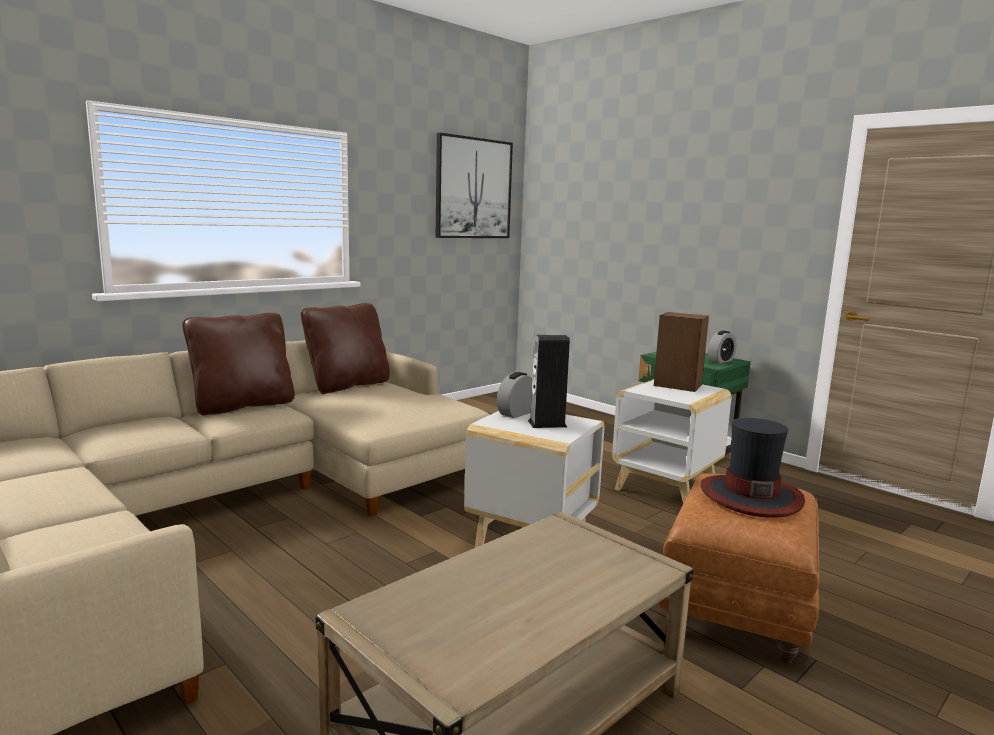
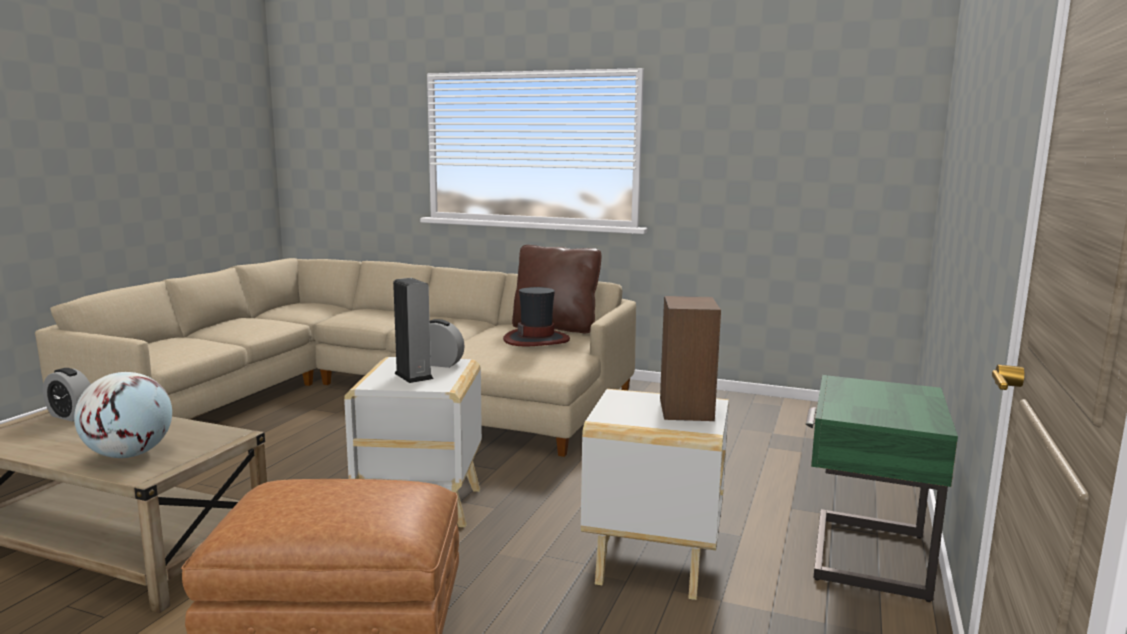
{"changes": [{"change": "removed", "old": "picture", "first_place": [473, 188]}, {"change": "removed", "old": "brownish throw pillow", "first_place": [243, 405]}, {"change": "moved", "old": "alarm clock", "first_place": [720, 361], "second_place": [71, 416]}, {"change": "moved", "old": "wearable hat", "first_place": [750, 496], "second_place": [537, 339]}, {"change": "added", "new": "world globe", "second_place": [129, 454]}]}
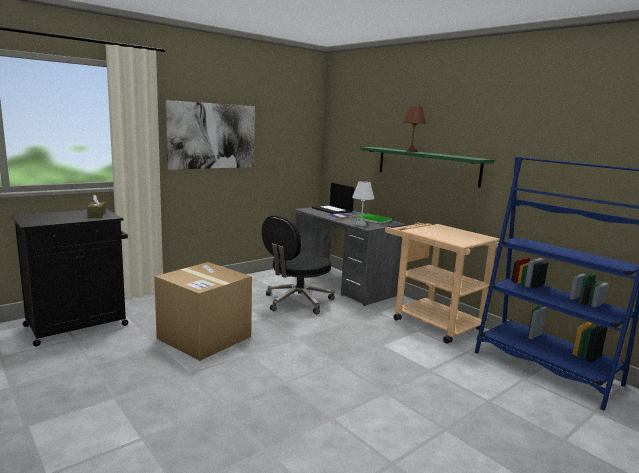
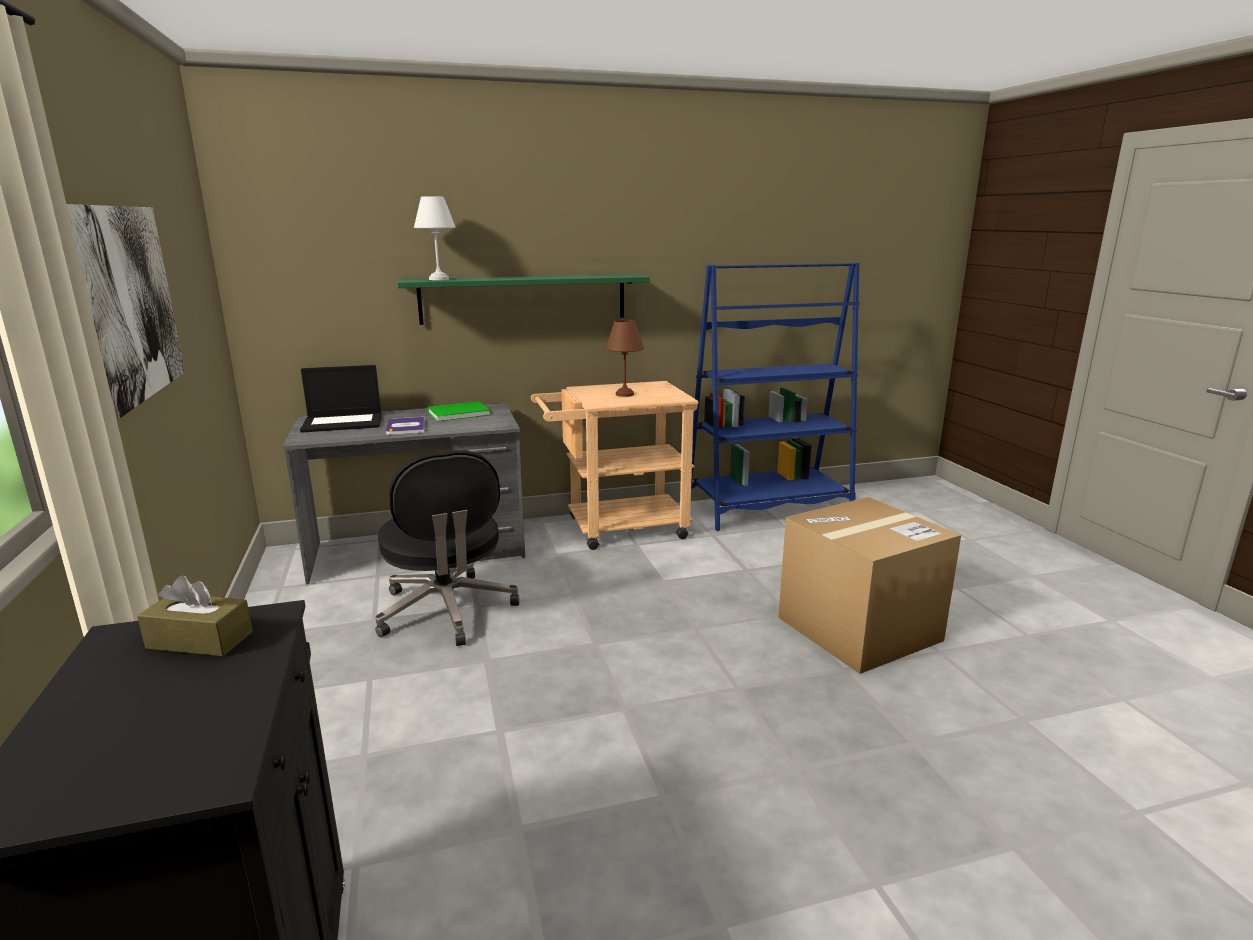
{"changes": [{"change": "moved", "old": "brownish table lamp", "first_place": [411, 151], "second_place": [624, 394]}, {"change": "moved", "old": "whitish table lamp", "first_place": [360, 224], "second_place": [439, 279]}, {"change": "moved", "old": "carton", "first_place": [204, 337], "second_place": [858, 629]}]}
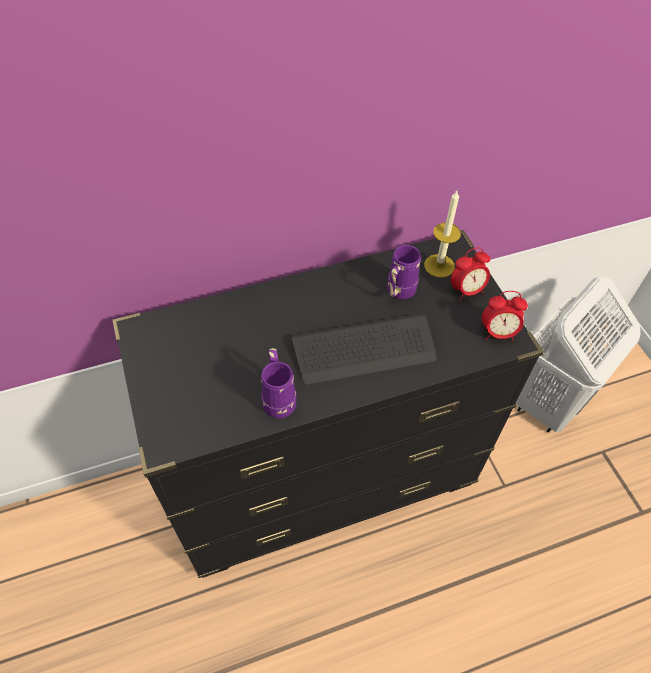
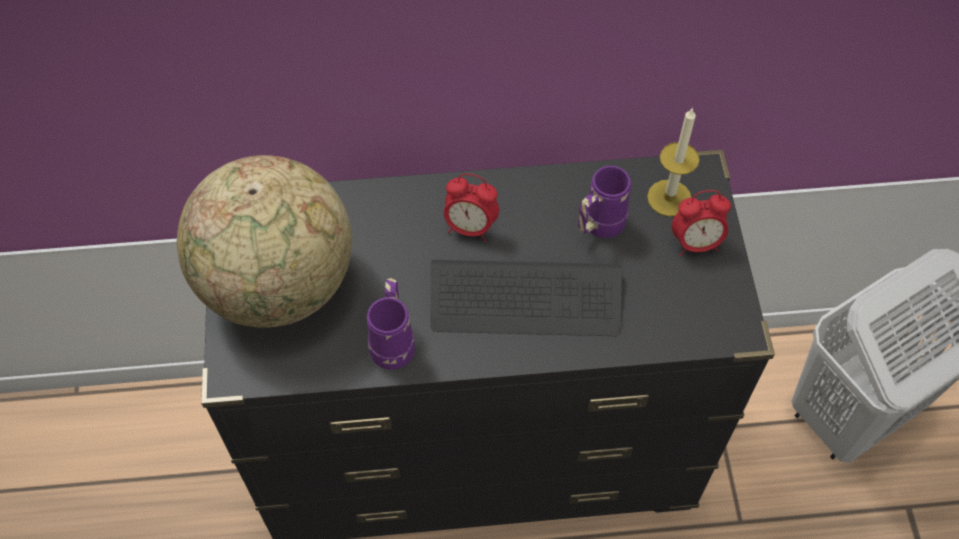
{"changes": [{"change": "moved", "old": "alarm clock", "first_place": [498, 333], "second_place": [470, 227]}, {"change": "added", "new": "world globe", "second_place": [279, 285]}]}
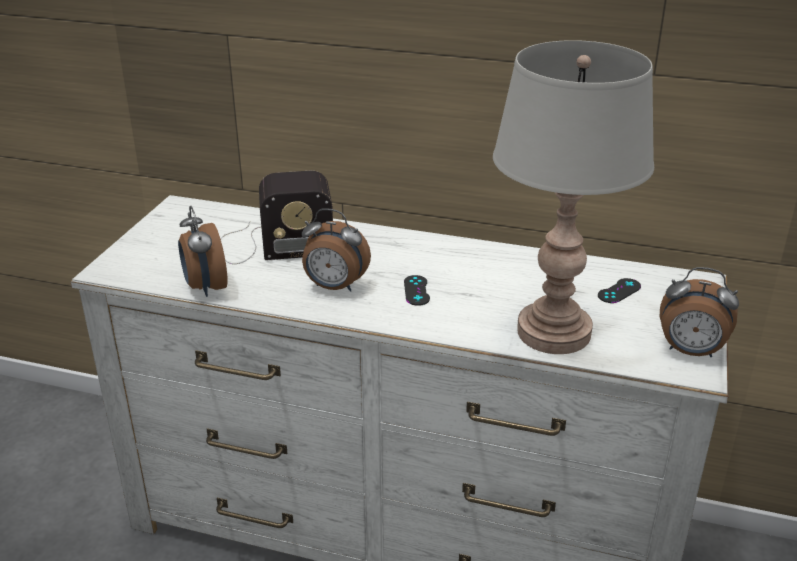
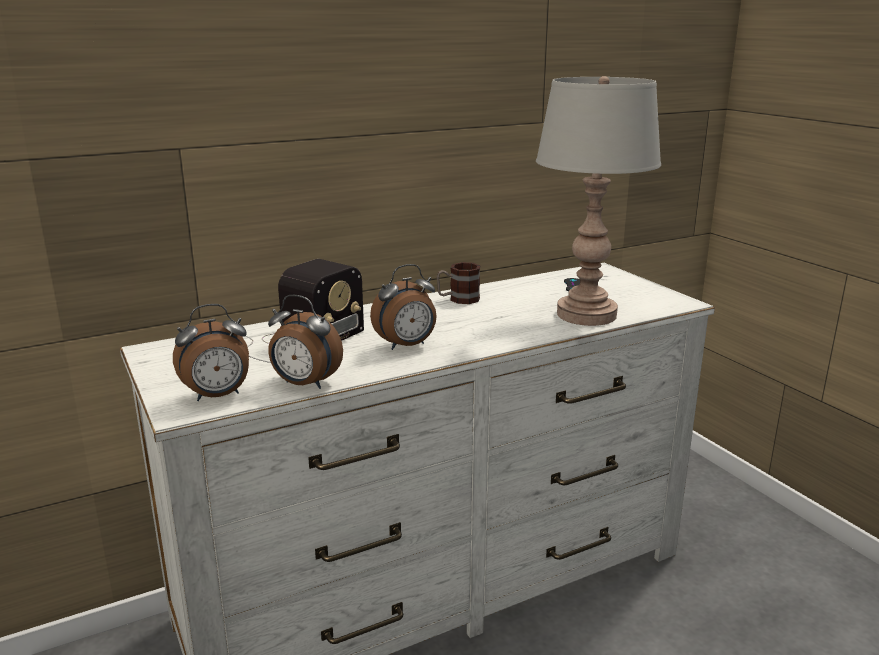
{"changes": [{"change": "moved", "old": "alarm clock", "first_place": [690, 351], "second_place": [217, 396]}, {"change": "removed", "old": "blackish gamepad", "first_place": [416, 290]}, {"change": "added", "new": "mug", "second_place": [458, 299]}]}
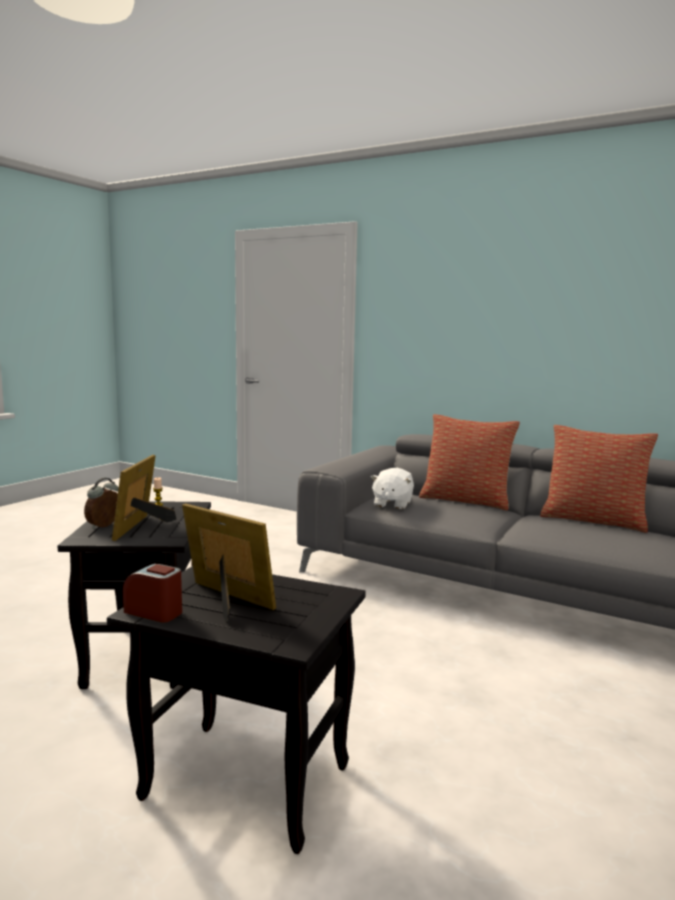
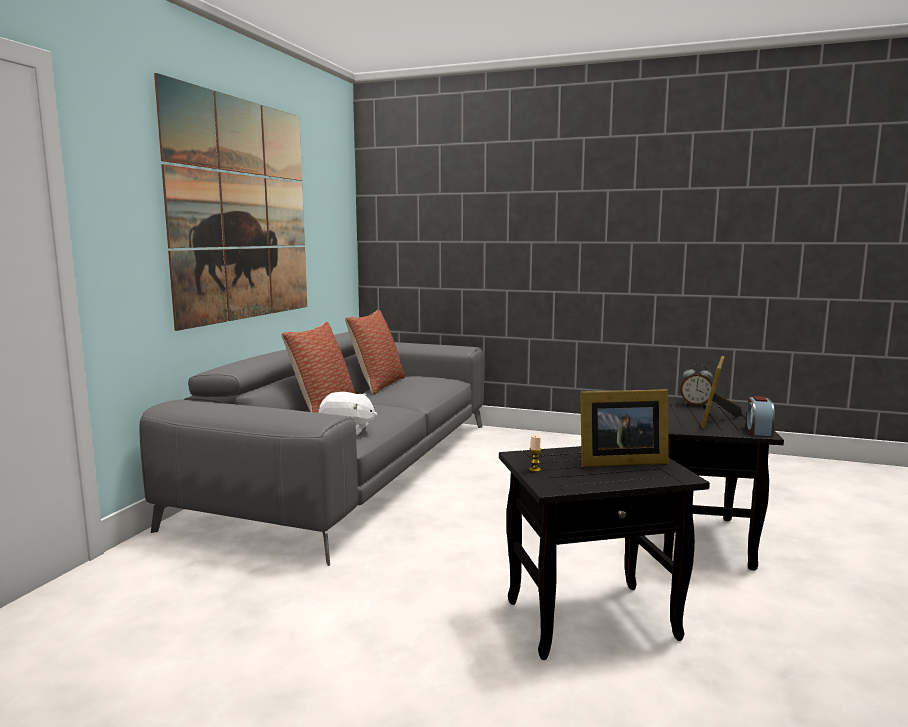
{"changes": [{"change": "moved", "old": "alarm clock", "first_place": [105, 526], "second_place": [695, 404]}, {"change": "added", "new": "picture", "second_place": [242, 210]}]}
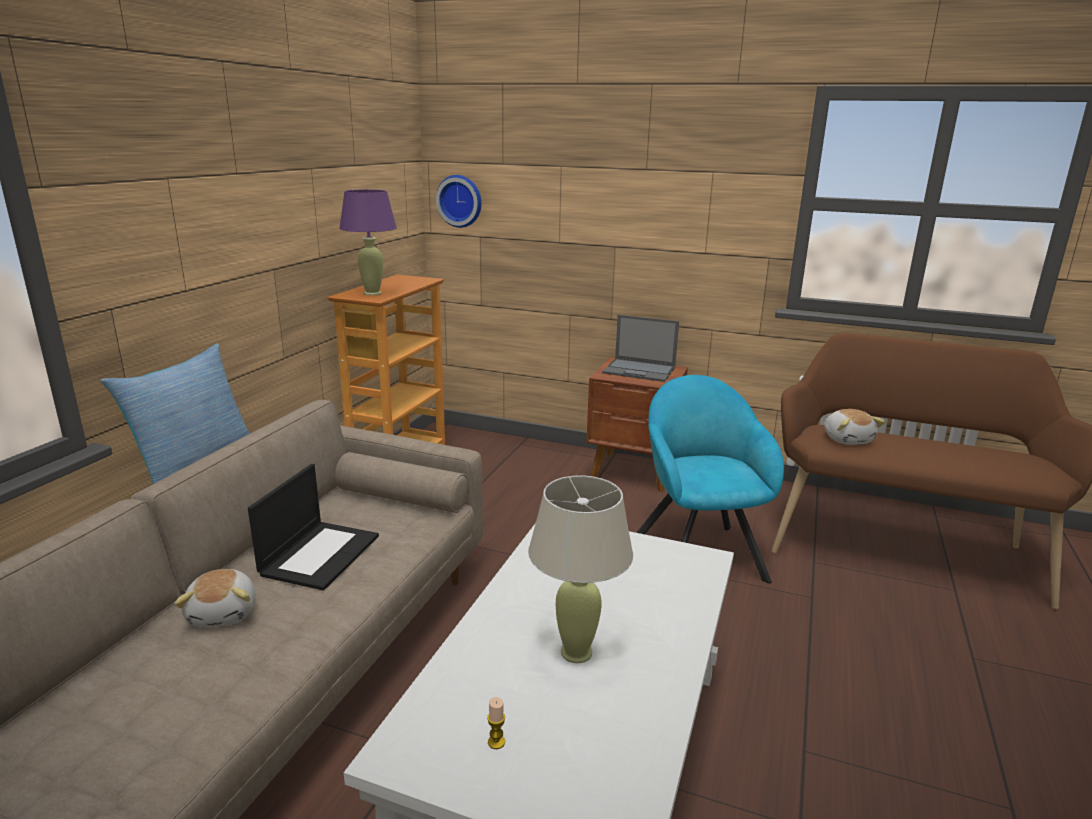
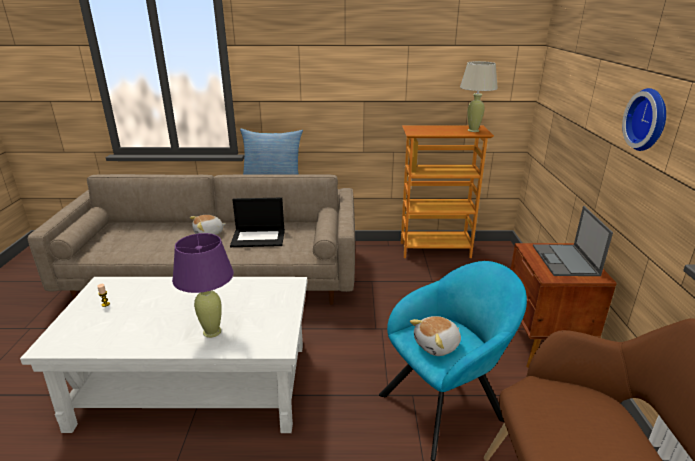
{"changes": [{"change": "moved", "old": "hanging clock", "first_place": [460, 201], "second_place": [649, 120]}, {"change": "moved", "old": "purplish table lamp", "first_place": [373, 293], "second_place": [212, 332]}, {"change": "moved", "old": "plush toy", "first_place": [848, 439], "second_place": [437, 345]}, {"change": "moved", "old": "beige-coloured table lamp", "first_place": [576, 652], "second_place": [473, 130]}]}
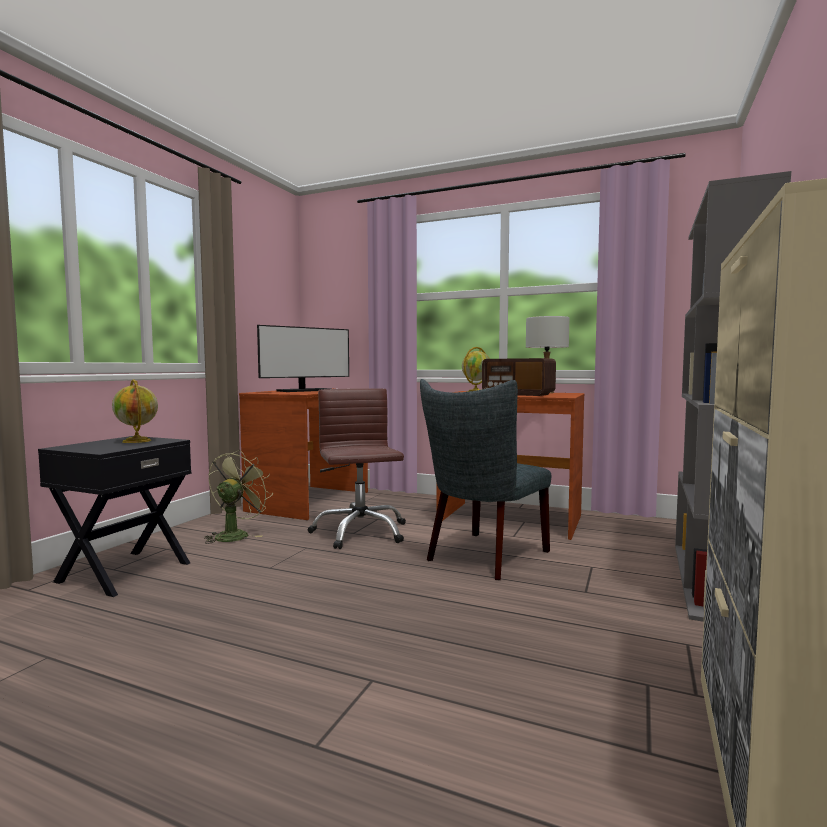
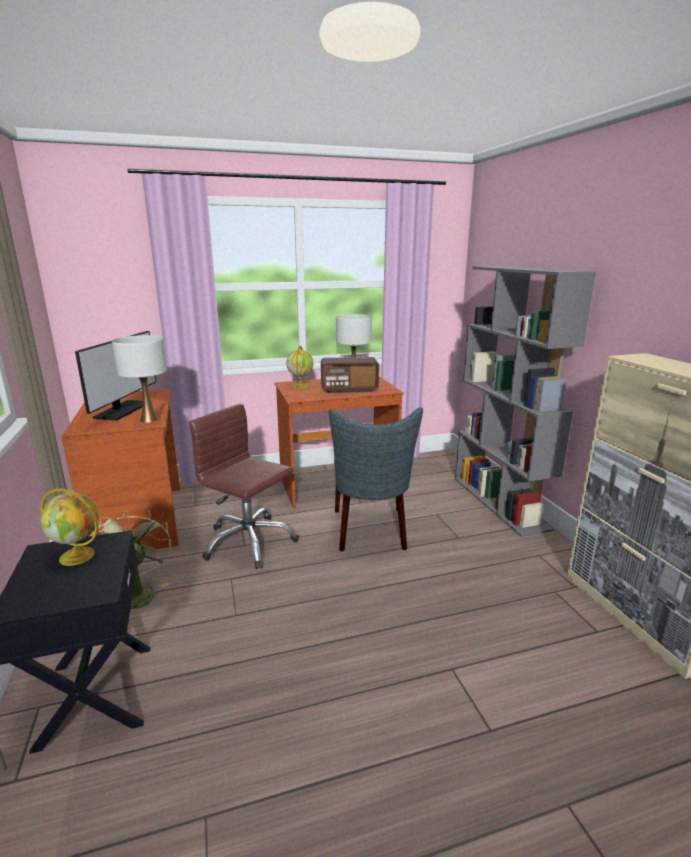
{"changes": [{"change": "added", "new": "whitish table lamp", "second_place": [149, 419]}]}
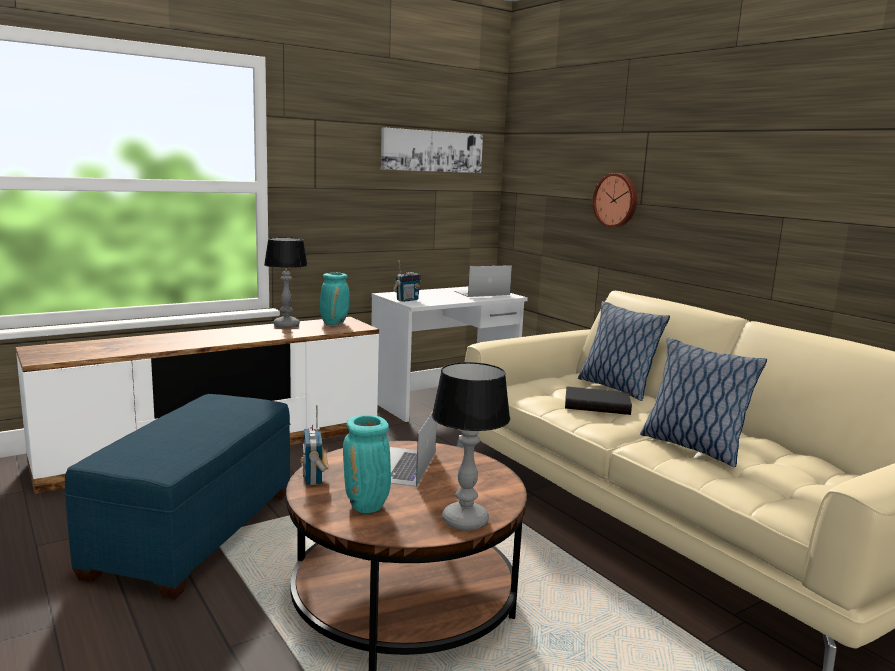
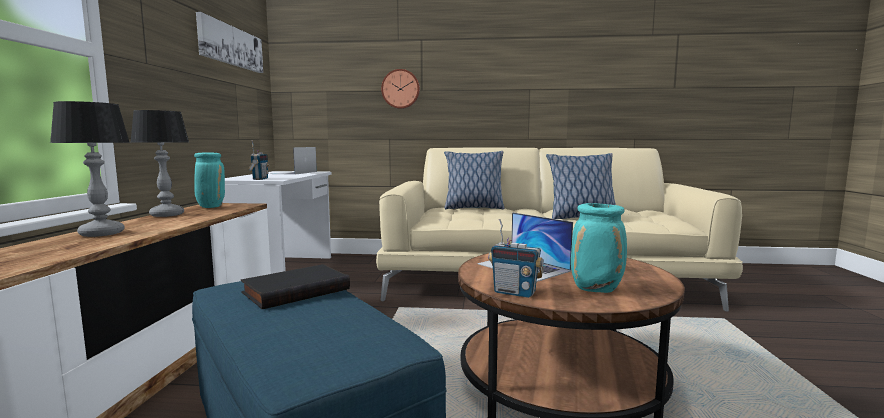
{"changes": [{"change": "moved", "old": "table lamp", "first_place": [464, 521], "second_place": [100, 233]}, {"change": "moved", "old": "blackish book", "first_place": [597, 404], "second_place": [296, 290]}]}
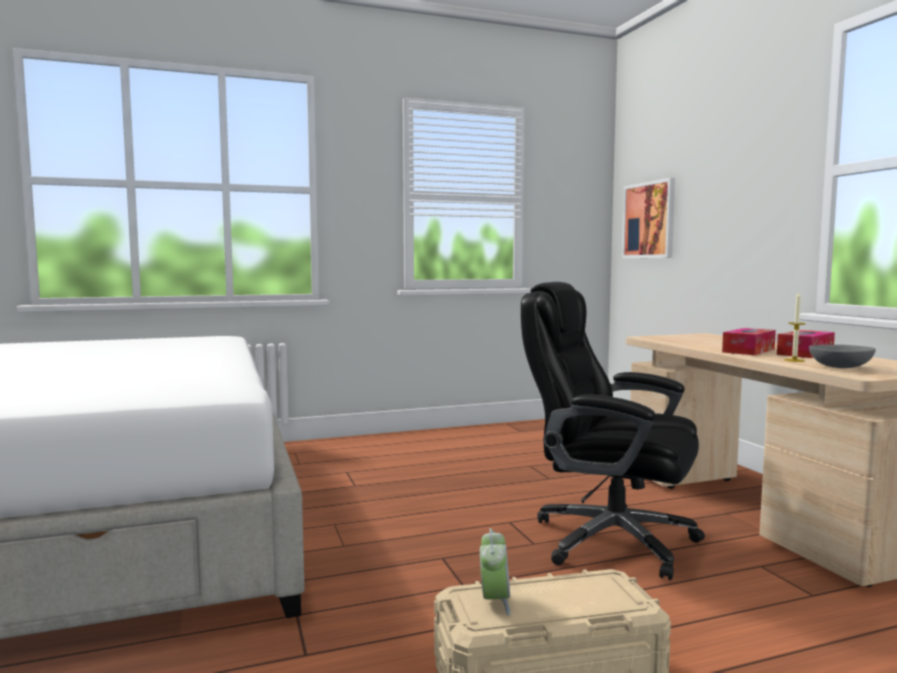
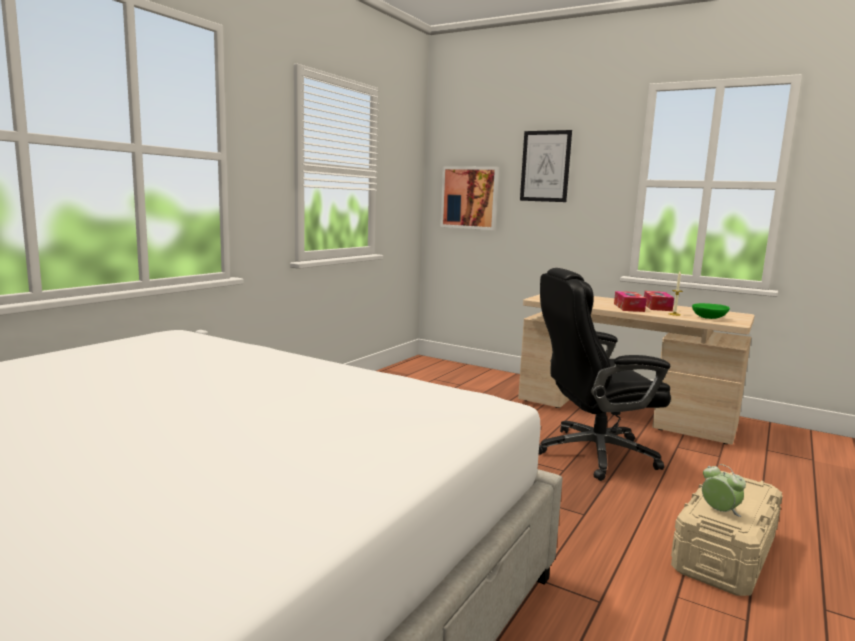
{"changes": [{"change": "recoloured", "old": "gray bowl", "new": "green bowl", "first_place": [840, 368], "second_place": [709, 318]}, {"change": "added", "new": "picture", "second_place": [545, 166]}]}
